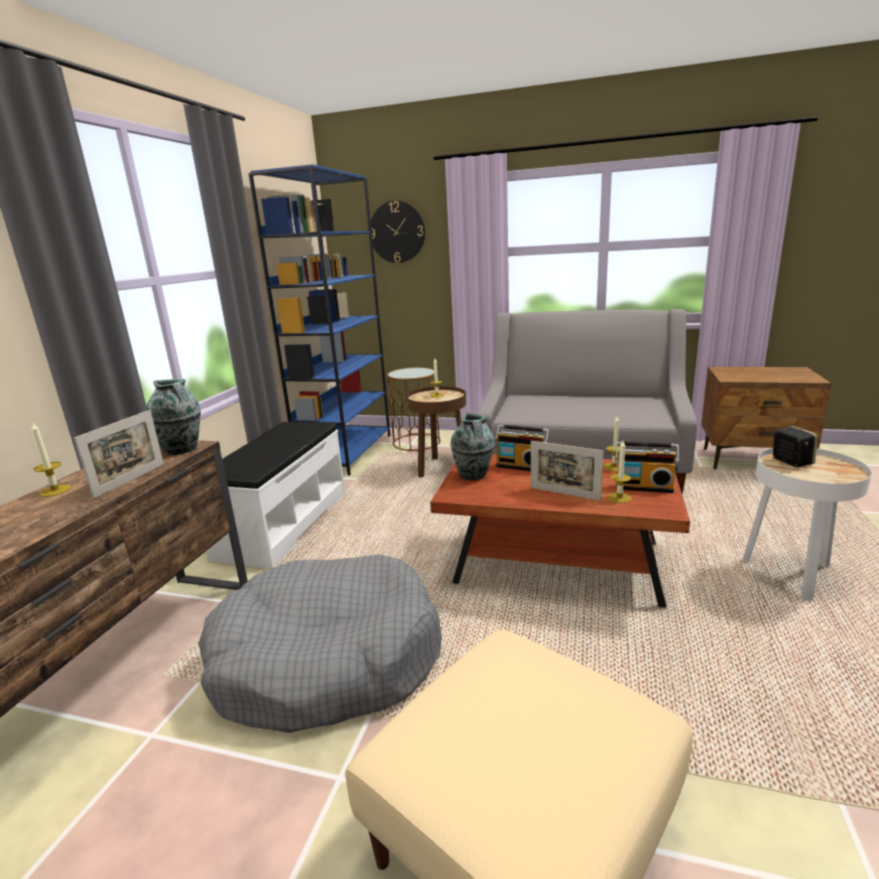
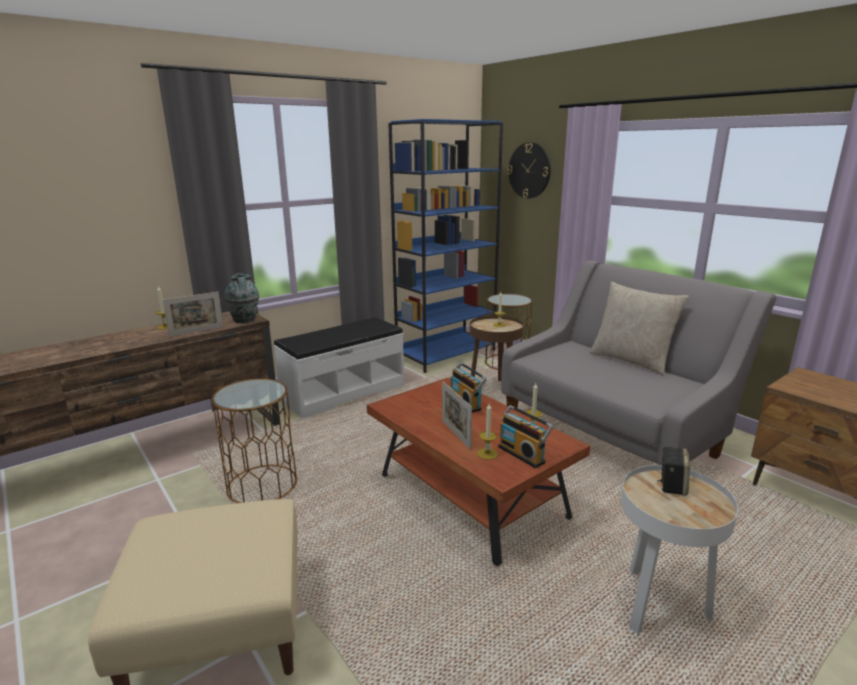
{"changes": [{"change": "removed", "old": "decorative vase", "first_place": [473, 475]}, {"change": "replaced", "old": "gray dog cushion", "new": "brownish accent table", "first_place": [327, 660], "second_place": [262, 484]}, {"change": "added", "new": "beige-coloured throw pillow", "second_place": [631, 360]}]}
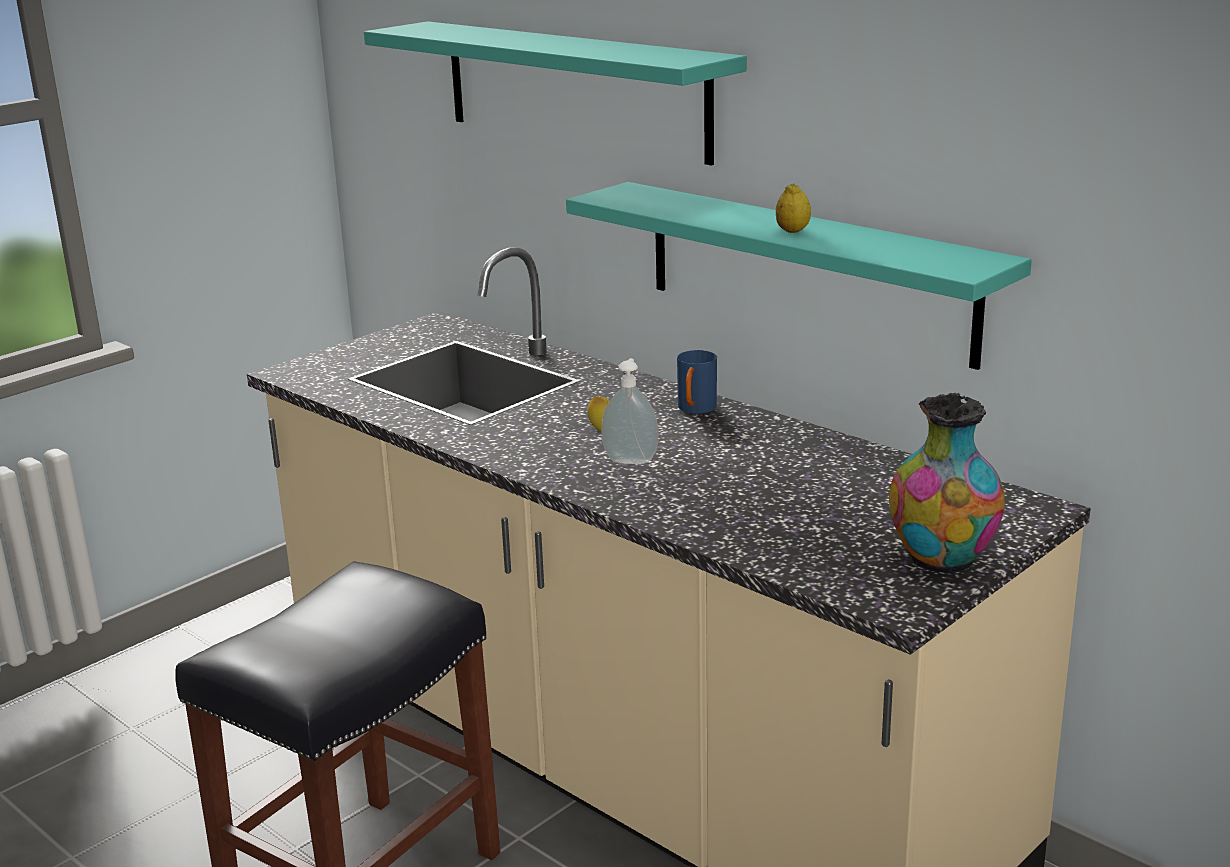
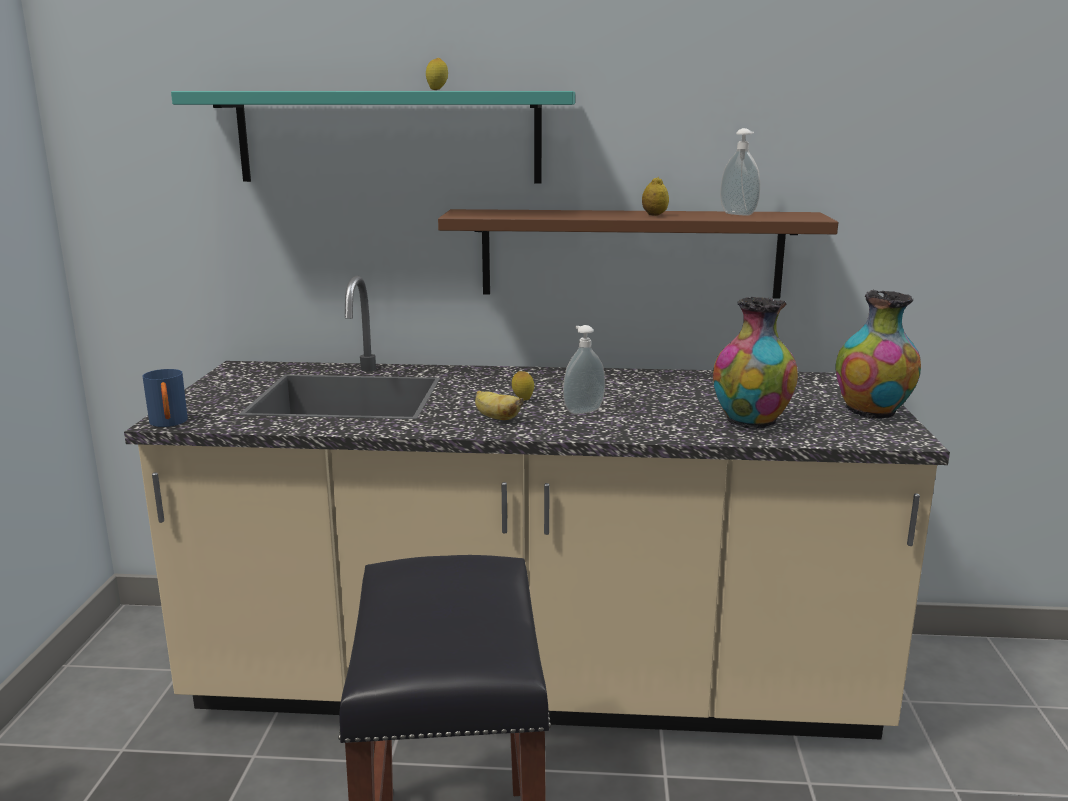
{"changes": [{"change": "recoloured", "old": "blue-green bracket shelf", "new": "brownish bracket shelf", "first_place": [806, 271], "second_place": [631, 253]}, {"change": "moved", "old": "bluish mug", "first_place": [695, 410], "second_place": [169, 424]}, {"change": "added", "new": "whole lemon", "second_place": [437, 90]}, {"change": "added", "new": "soap dispenser", "second_place": [739, 214]}, {"change": "added", "new": "decorative vase", "second_place": [751, 422]}, {"change": "added", "new": "banana", "second_place": [495, 418]}]}
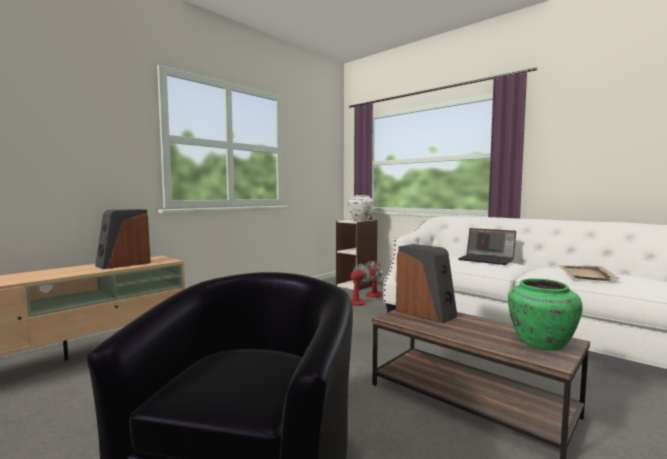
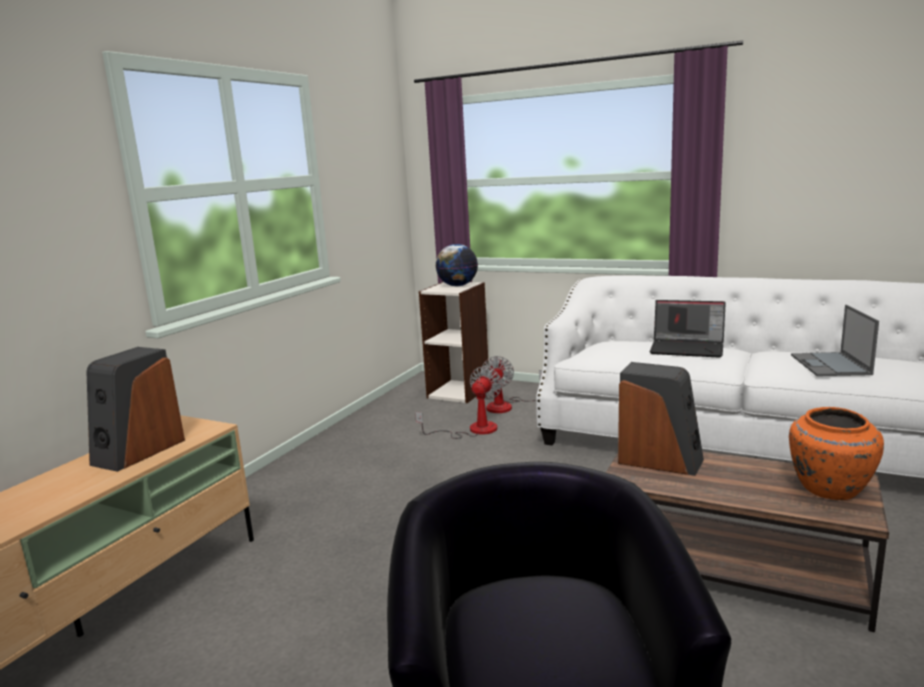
{"changes": [{"change": "replaced", "old": "whitish decorative vase", "new": "world globe", "first_place": [360, 220], "second_place": [457, 286]}, {"change": "replaced", "old": "beige-coloured carrying tray", "new": "portable computer", "first_place": [586, 274], "second_place": [831, 365]}, {"change": "recoloured", "old": "green decorative vase", "new": "orangey decorative vase", "first_place": [540, 343], "second_place": [829, 490]}]}
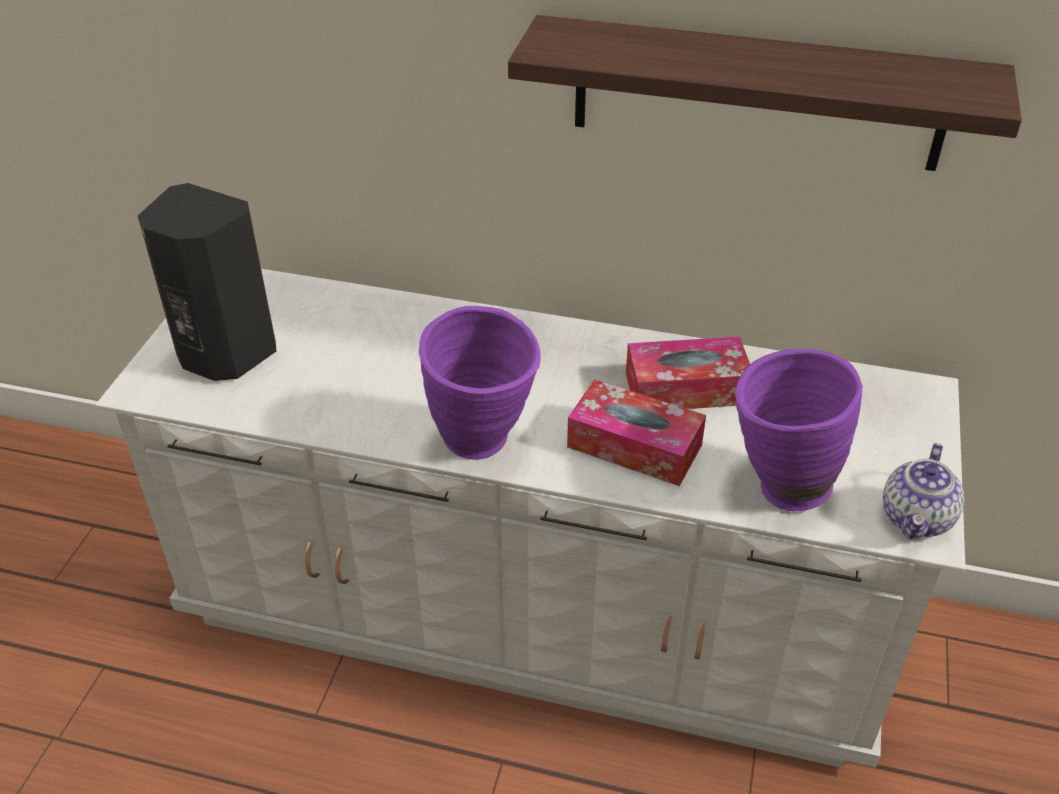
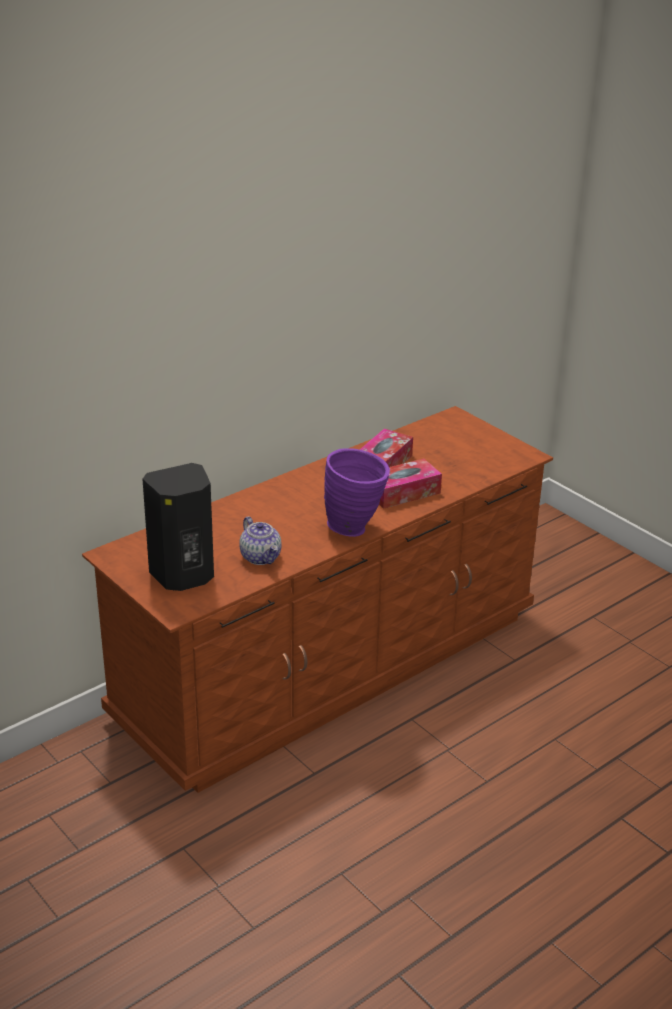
{"changes": [{"change": "removed", "old": "bracket shelf", "first_place": [757, 94]}, {"change": "recoloured", "old": "whitish dresser", "new": "brownish dresser", "first_place": [531, 611], "second_place": [330, 666]}, {"change": "removed", "old": "purplish decorative vase", "first_place": [777, 488]}, {"change": "moved", "old": "teapot", "first_place": [917, 518], "second_place": [261, 557]}]}
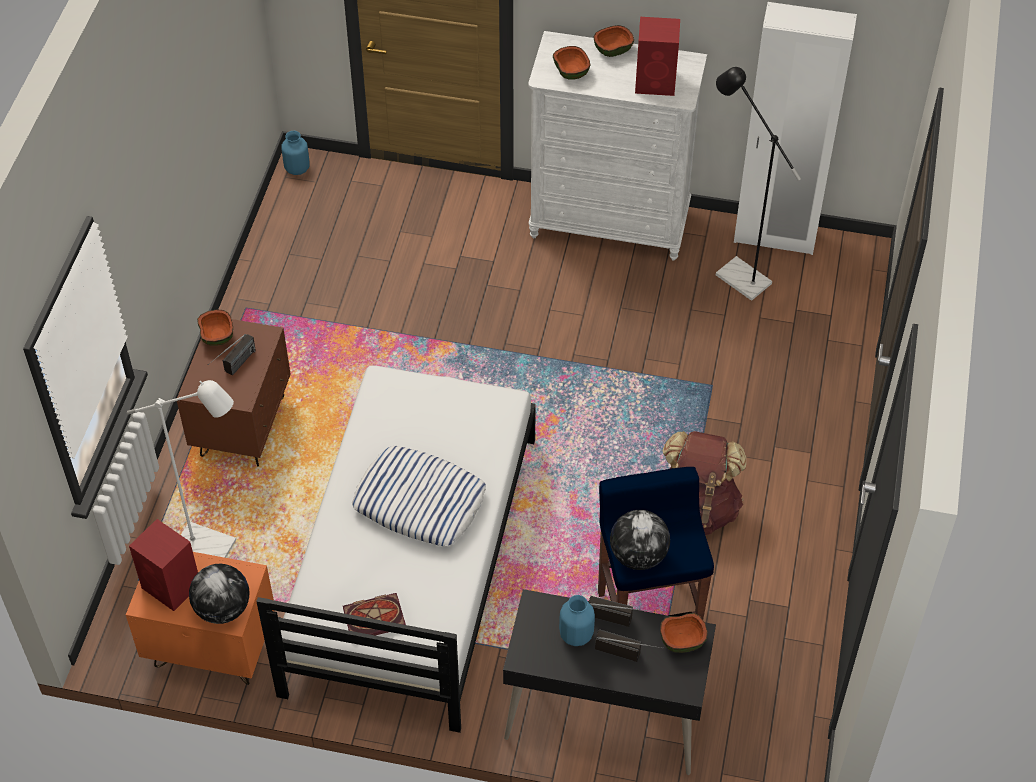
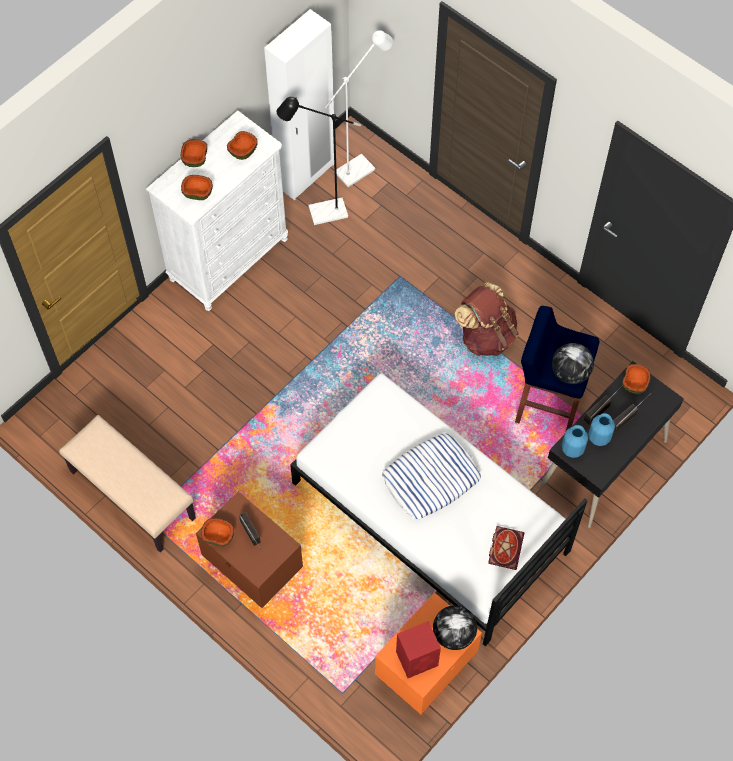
{"changes": [{"change": "replaced", "old": "red speaker", "new": "bowl", "first_place": [656, 82], "second_place": [243, 151]}, {"change": "moved", "old": "bluish decorative vase", "first_place": [297, 168], "second_place": [572, 449]}, {"change": "moved", "old": "whitish standing lamp", "first_place": [215, 548], "second_place": [360, 167]}, {"change": "added", "new": "beige-coloured bench", "second_place": [131, 495]}]}
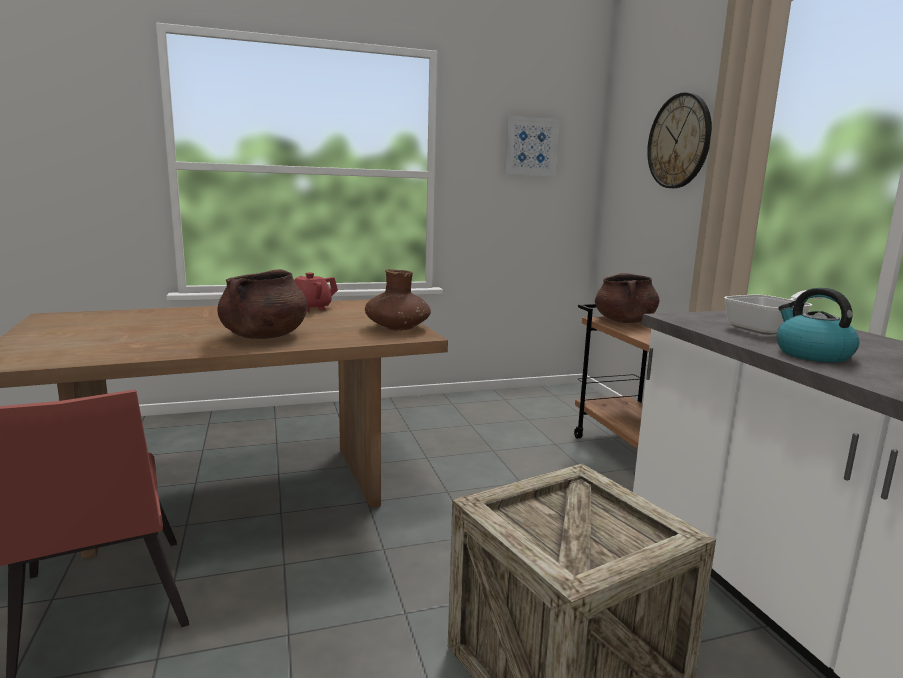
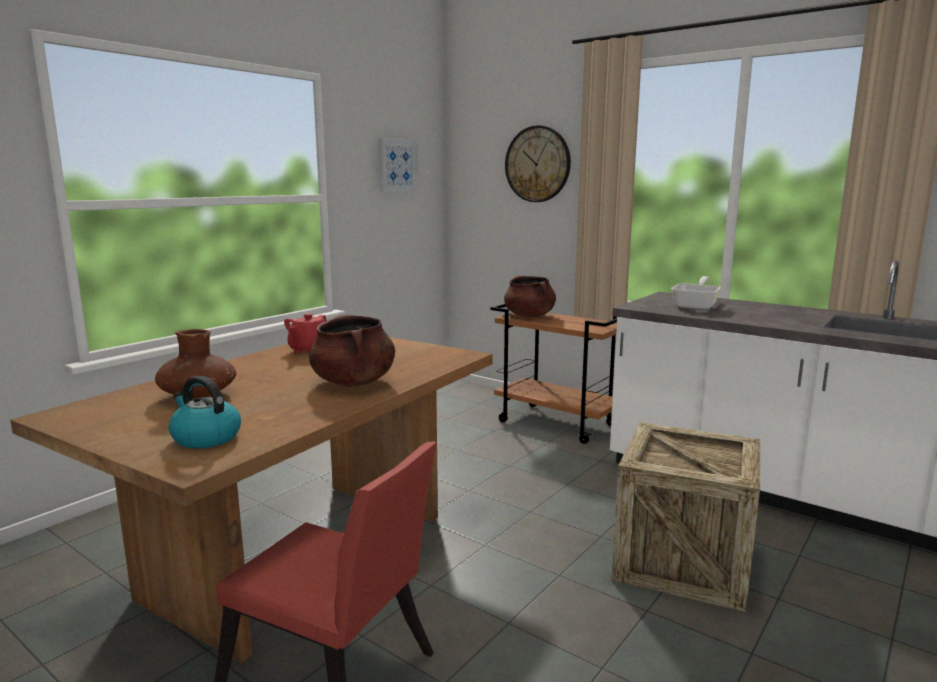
{"changes": [{"change": "moved", "old": "brownish decorative vase", "first_place": [397, 328], "second_place": [198, 395]}, {"change": "moved", "old": "water kettle", "first_place": [811, 354], "second_place": [205, 438]}]}
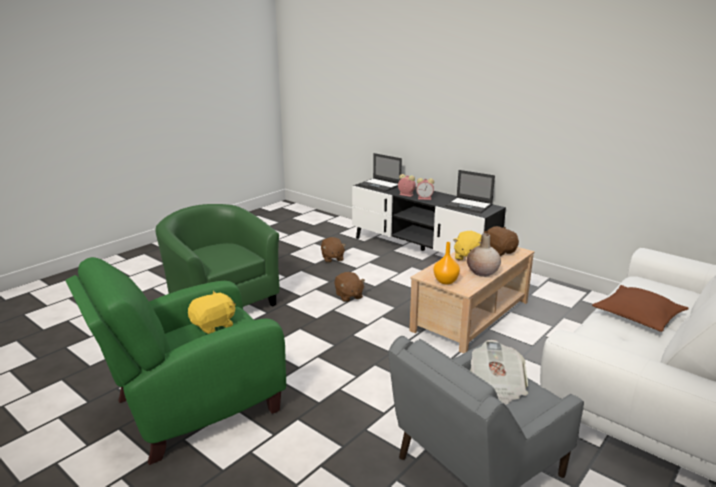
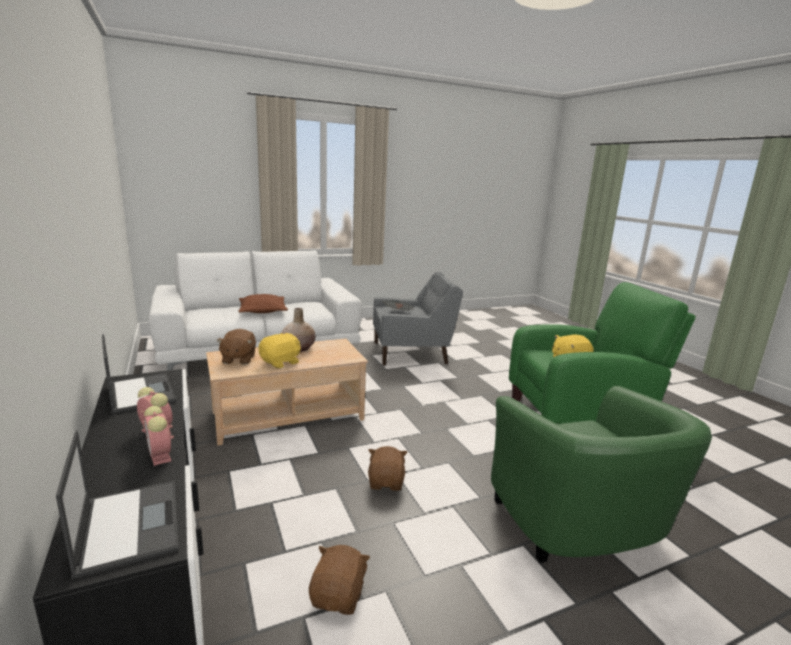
{"changes": [{"change": "removed", "old": "orangey decorative vase", "first_place": [445, 281]}]}
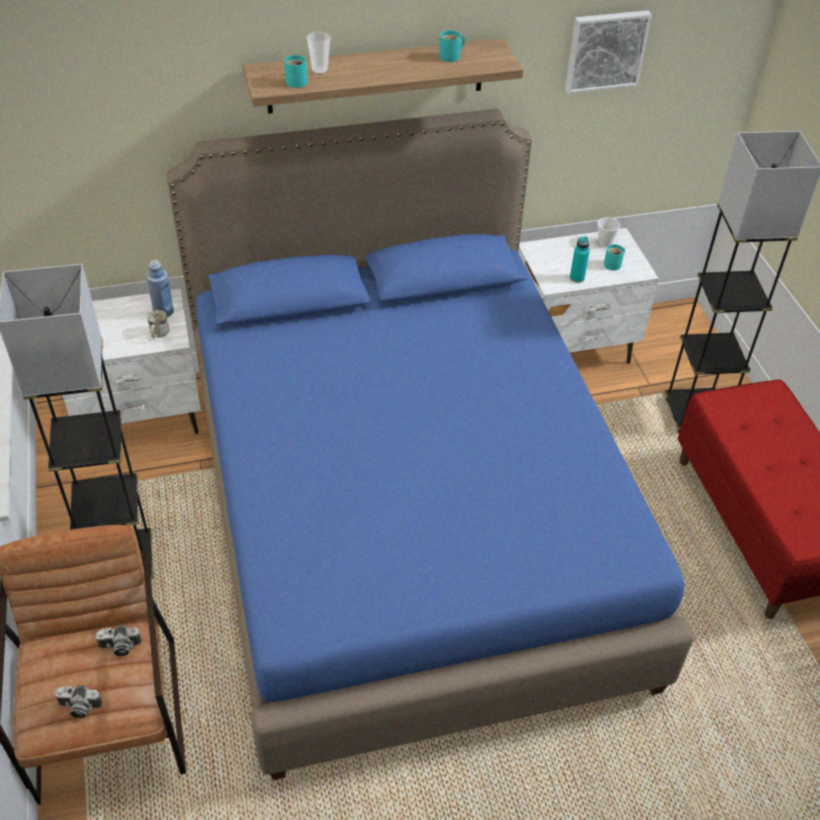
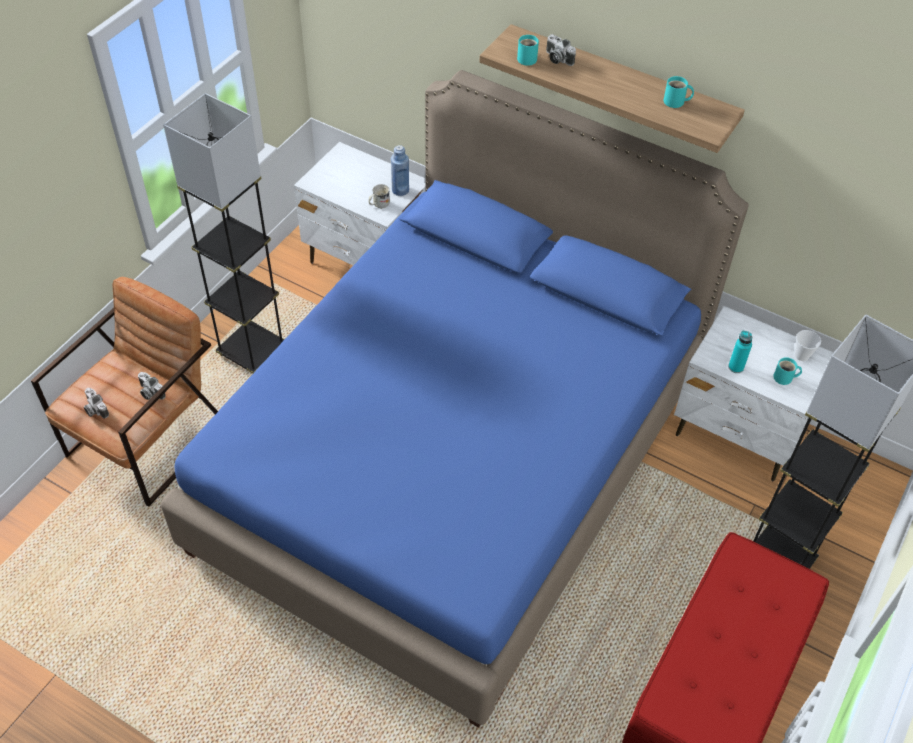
{"changes": [{"change": "removed", "old": "picture", "first_place": [605, 50]}, {"change": "replaced", "old": "drinking cup", "new": "still camera", "first_place": [319, 70], "second_place": [557, 59]}]}
